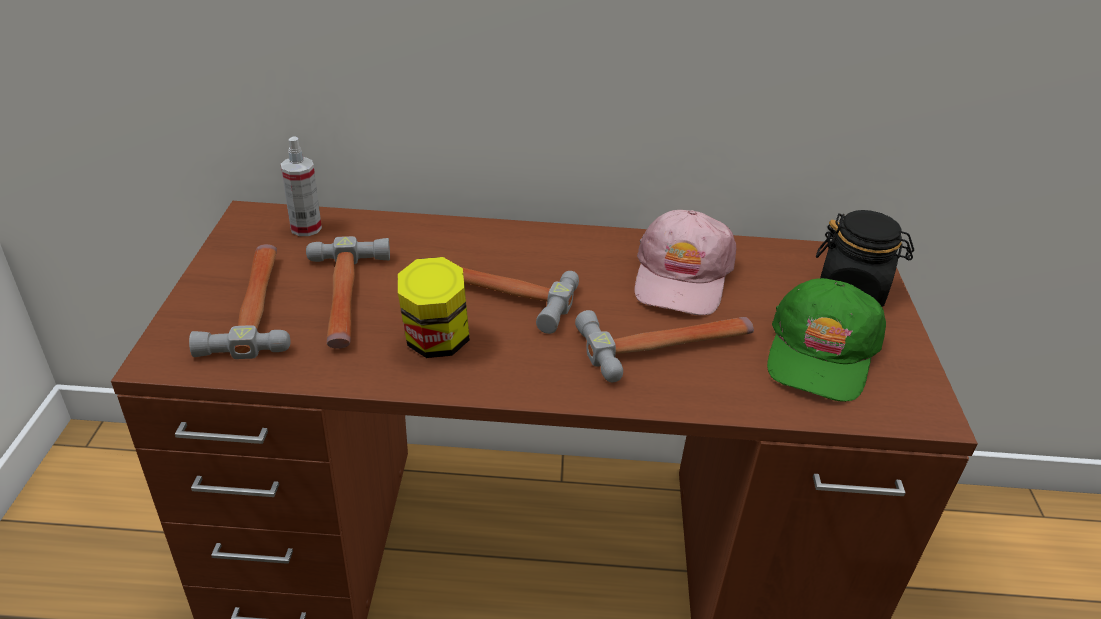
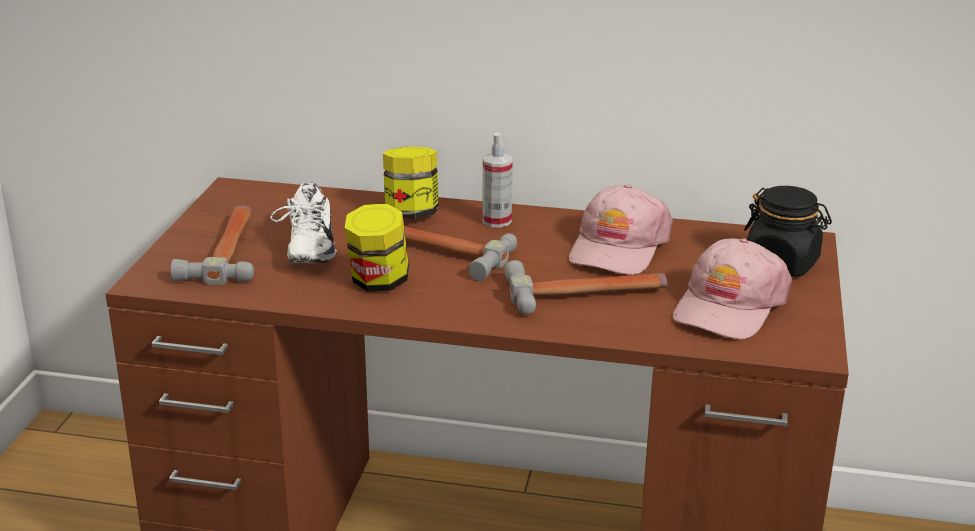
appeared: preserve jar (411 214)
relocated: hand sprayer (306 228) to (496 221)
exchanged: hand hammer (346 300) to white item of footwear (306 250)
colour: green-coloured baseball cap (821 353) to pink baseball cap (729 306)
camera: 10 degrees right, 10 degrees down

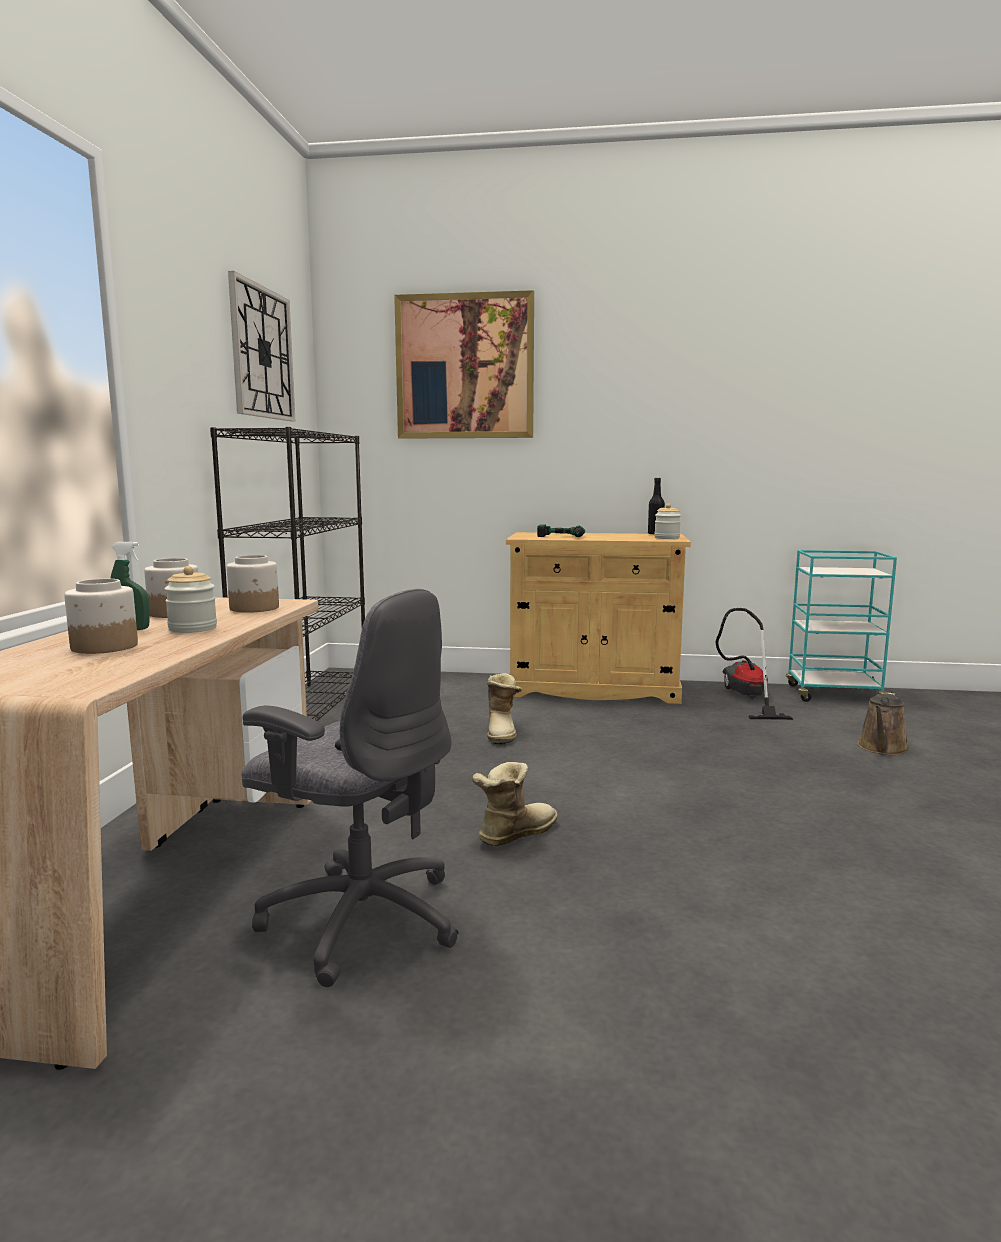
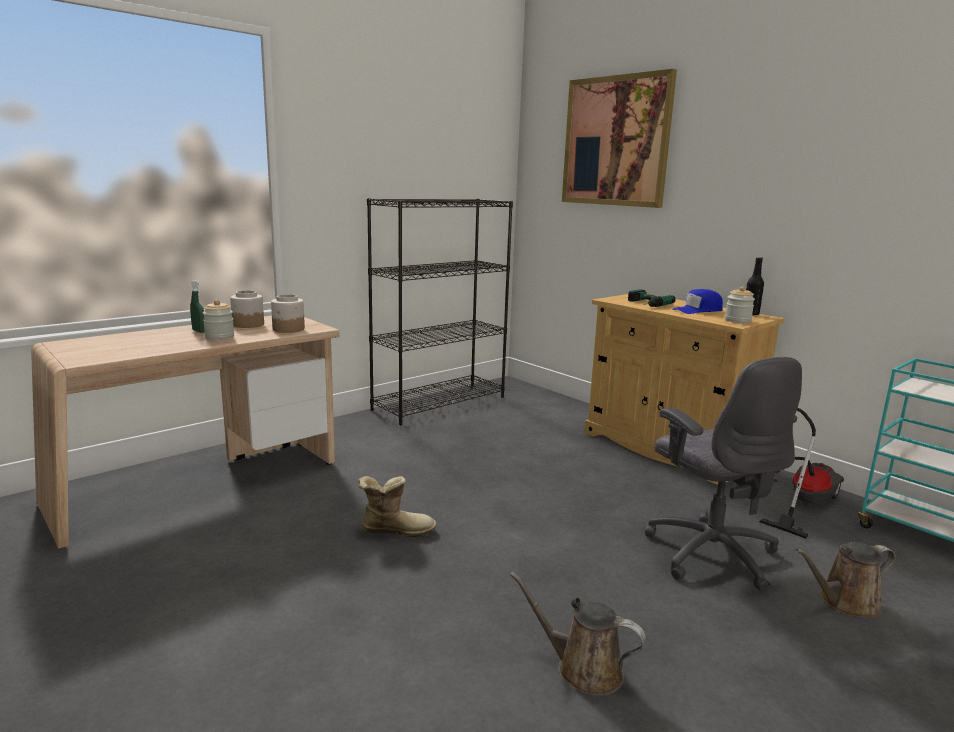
missing: preserve jar (103 647); wall clock (262 353); boot (503 732)
appeared: brown-coloured watering pot (582 669); bluish baseball cap (698 310)
relocated: grey computer chair (361 918) to (710 553)
camera: 40 degrees right, 5 degrees up

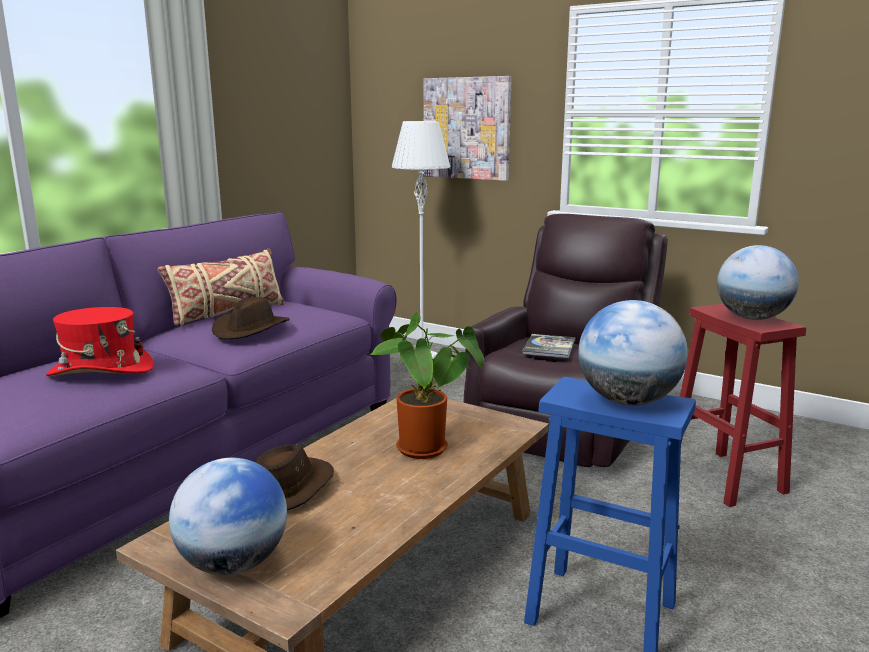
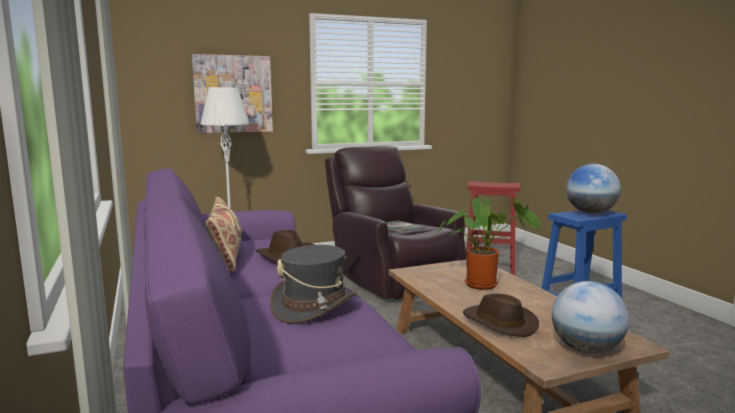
missing: world globe (752 318)
colour: reddish wearable hat (101 371) to grey wearable hat (314 306)
camera: 55 degrees left, 5 degrees down

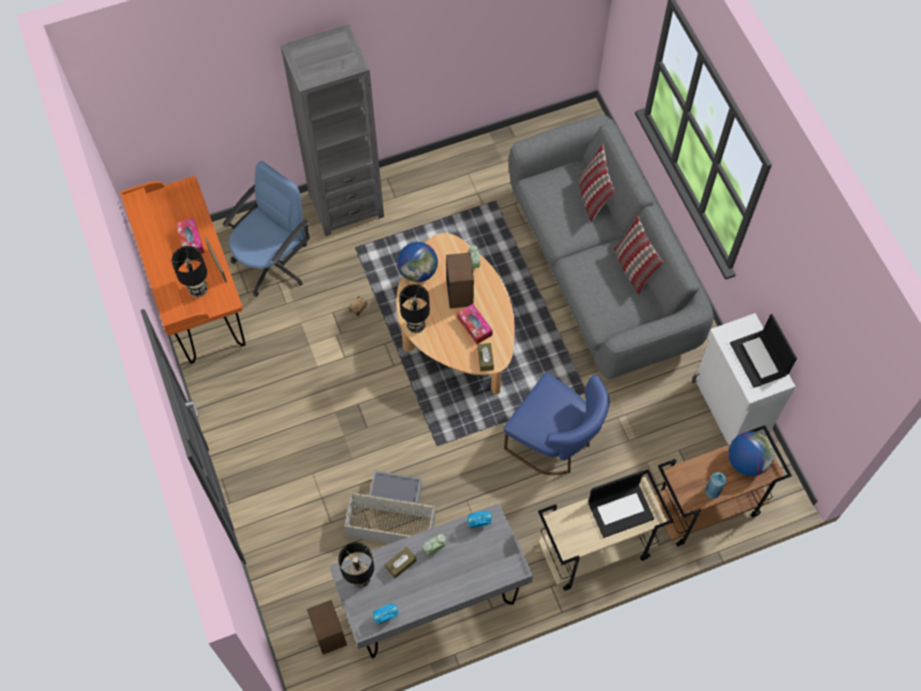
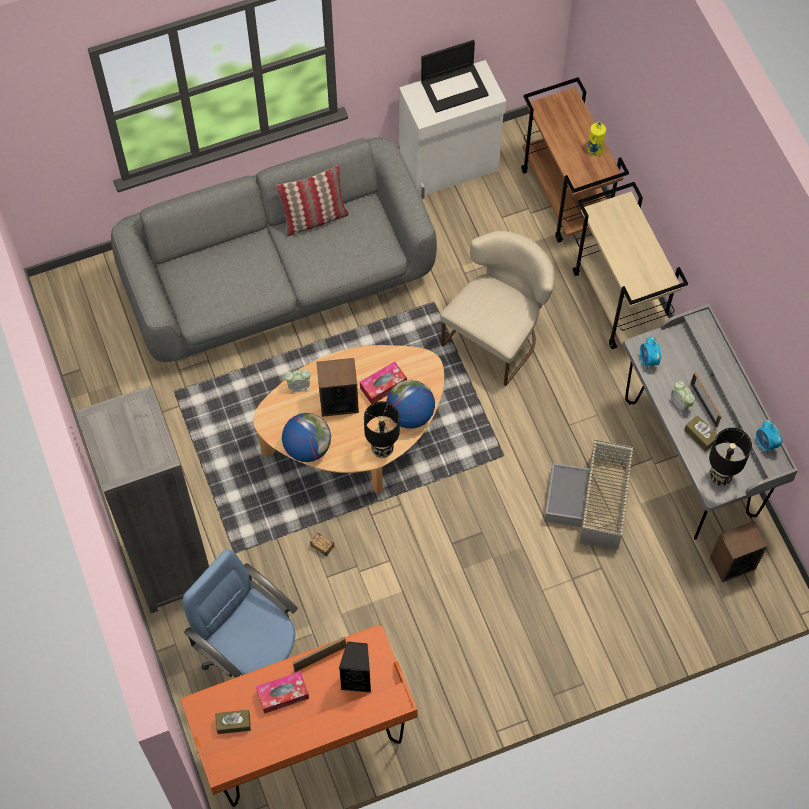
missing: throw pillow (592 197); laptop (621 509)
appeared: photo frame (703 405)
relocated: brown-coloured tissue box (485 359) to (233 723); world globe (746 461) to (410 414)
exchanged: blackish table lamp (198 290) to blackish audio speaker (357 678)
colour: bluish chair (554 443) to sand-coloured chair (497 335); bluish bottle (712 491) to yellowish bottle (595 150)
camera: 90 degrees left, 0 degrees up

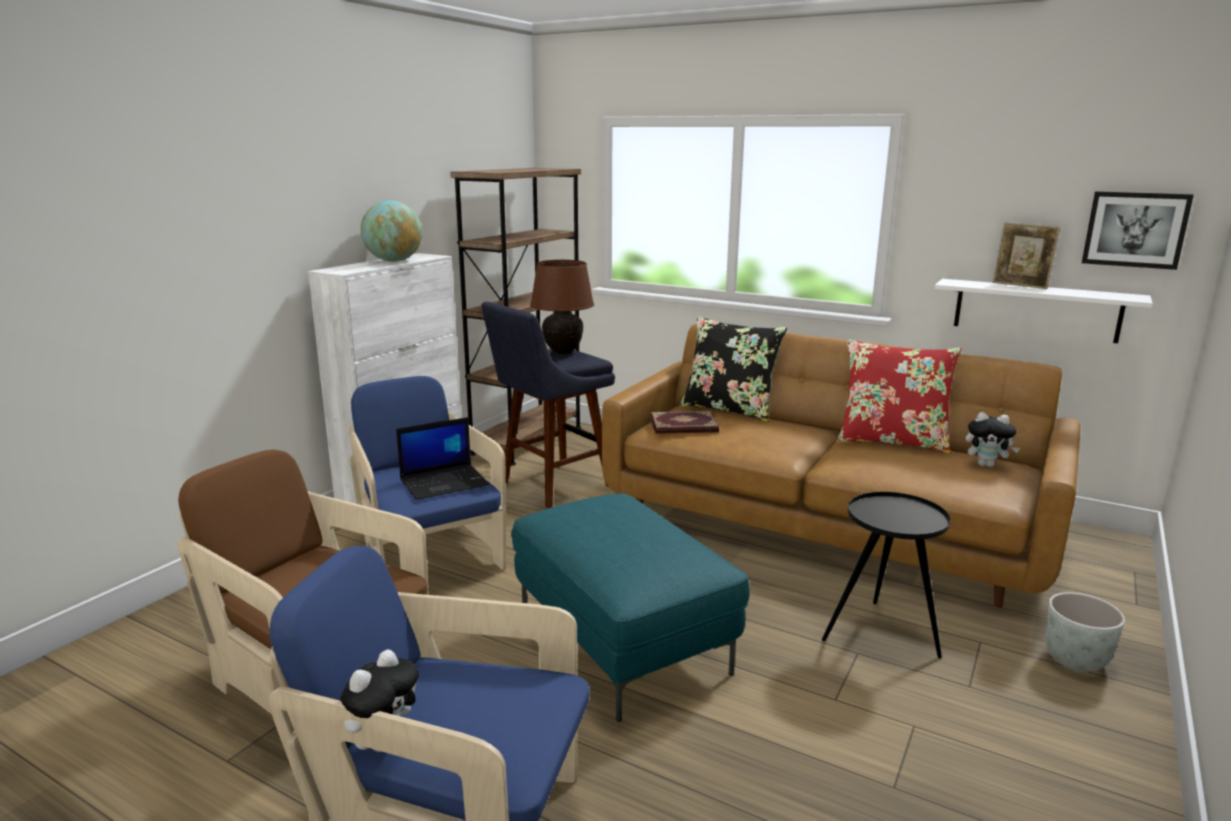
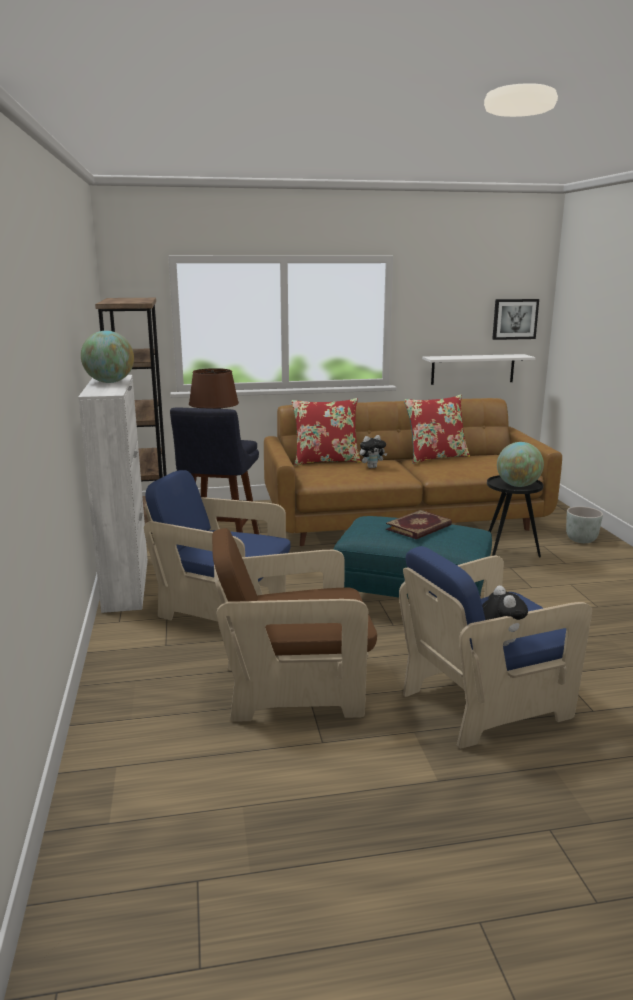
missing: laptop (445 482); photo frame (1020 286)
appeared: world globe (517 485)
relocated: bound book (684 426) to (419 528); plush toy (987 465) to (372 467)
colour: blackish throw pillow (729 409) to reddish throw pillow (326 461)
camera: 40 degrees left, 0 degrees up

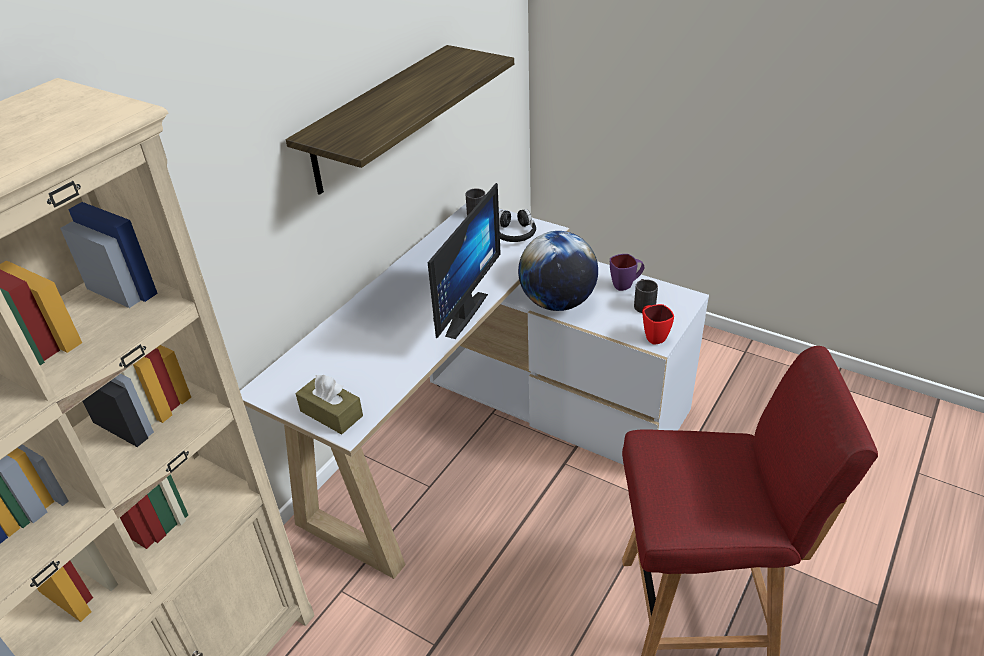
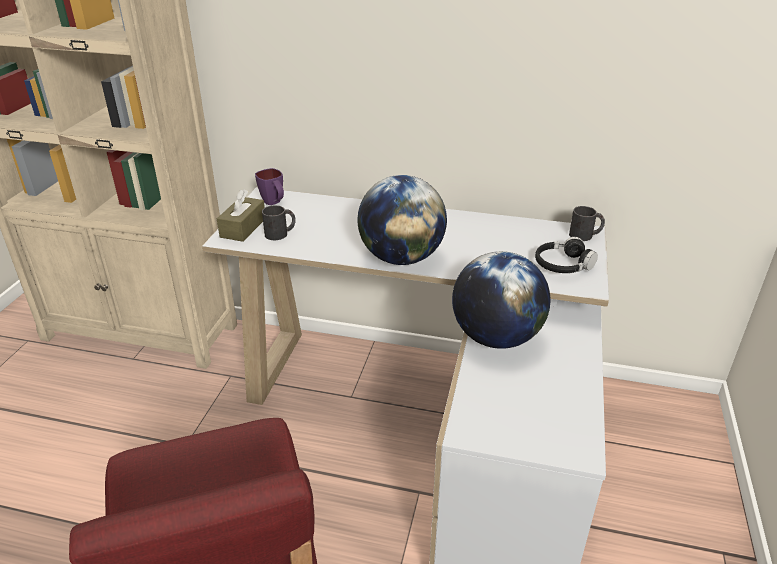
missing: shelf (378 119); reddish coffee mug (652 336)
relocated: purplish coffee mug (626 285) to (274 203); blackish coffee mug (643 303) to (280 233)
exchanged: computer screen (458 312) to world globe (401 258)
camera: 70 degrees right, 5 degrees down

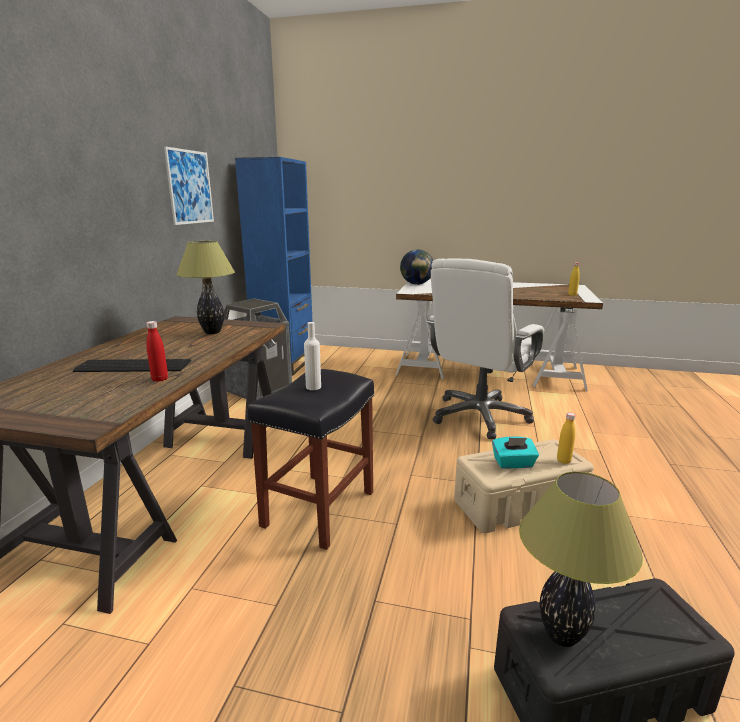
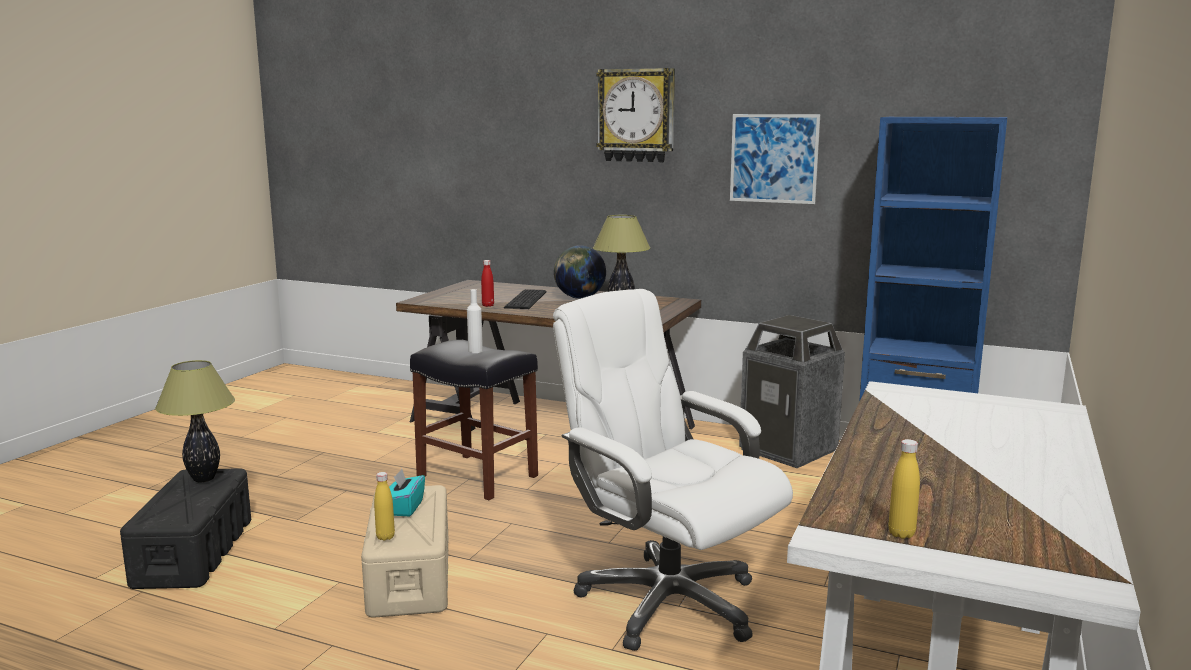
appeared: wall clock (636 115)
relocated: world globe (416 284) to (579 298)
camera: 100 degrees right, 5 degrees down

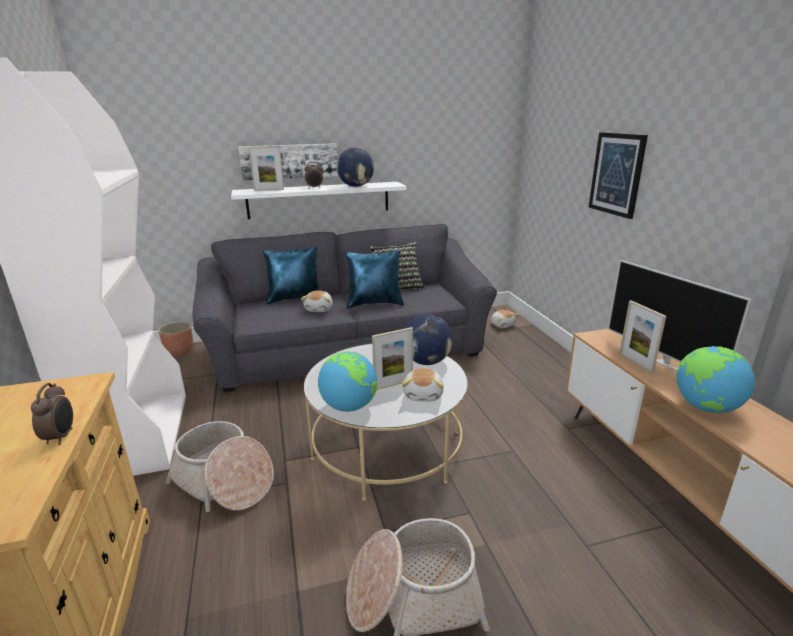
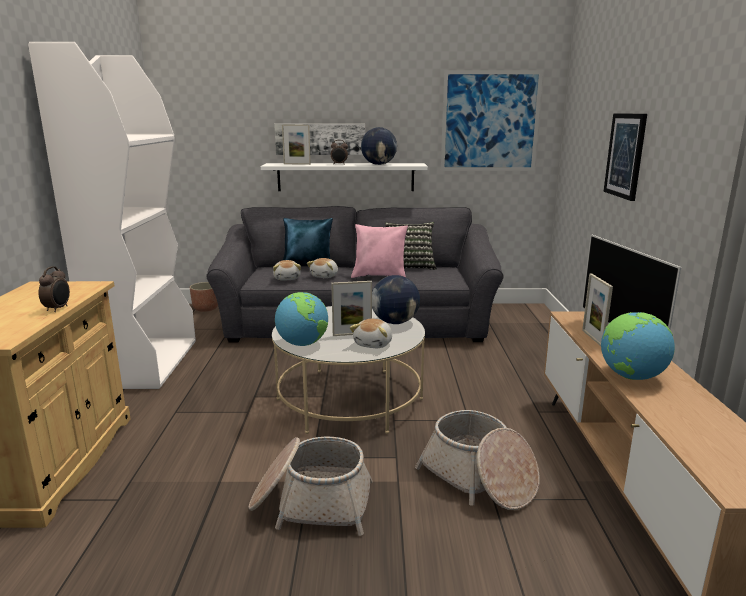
appeared: wall art (490 121)
relocated: basket (224 482) to (479 478); plush toy (502 325) to (287 278)
colour: bluish throw pillow (375 303) to pink throw pillow (380 276)
camera: 15 degrees right, 5 degrees down

